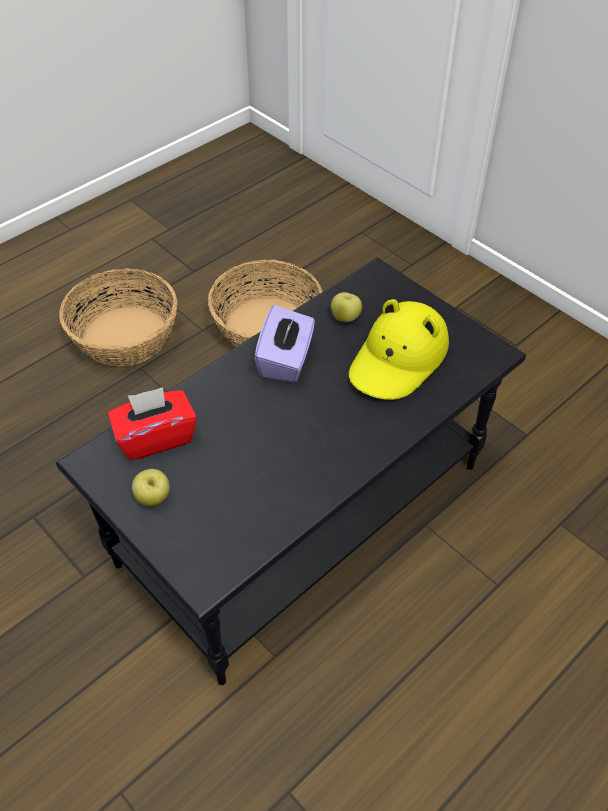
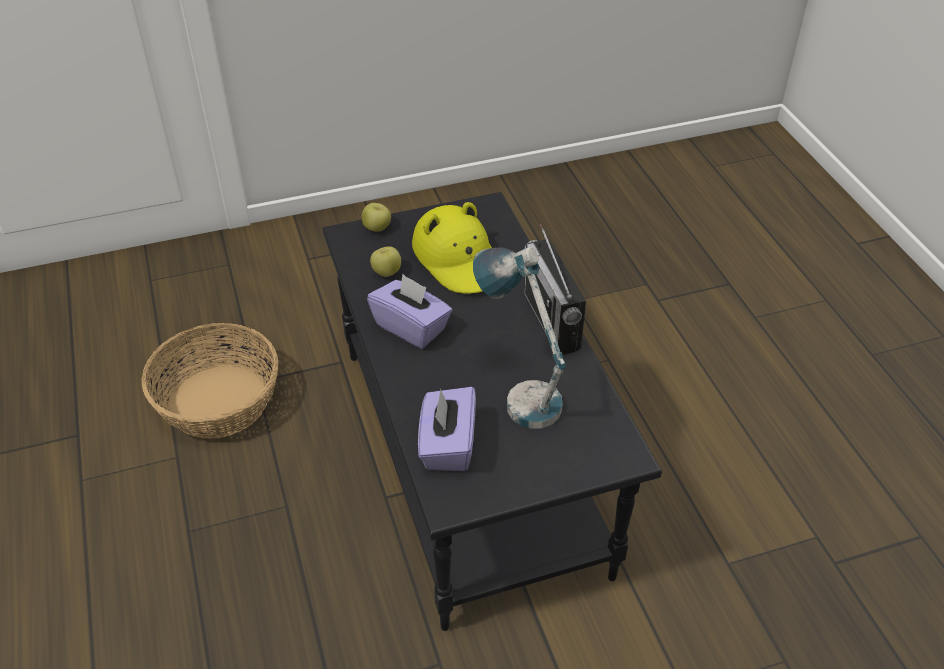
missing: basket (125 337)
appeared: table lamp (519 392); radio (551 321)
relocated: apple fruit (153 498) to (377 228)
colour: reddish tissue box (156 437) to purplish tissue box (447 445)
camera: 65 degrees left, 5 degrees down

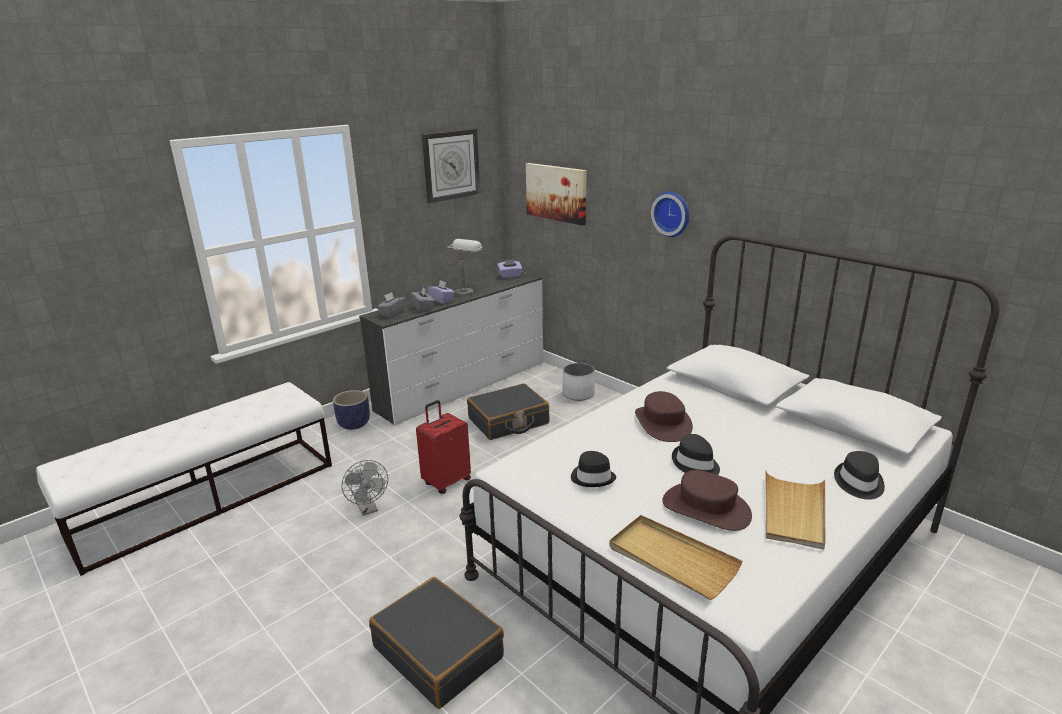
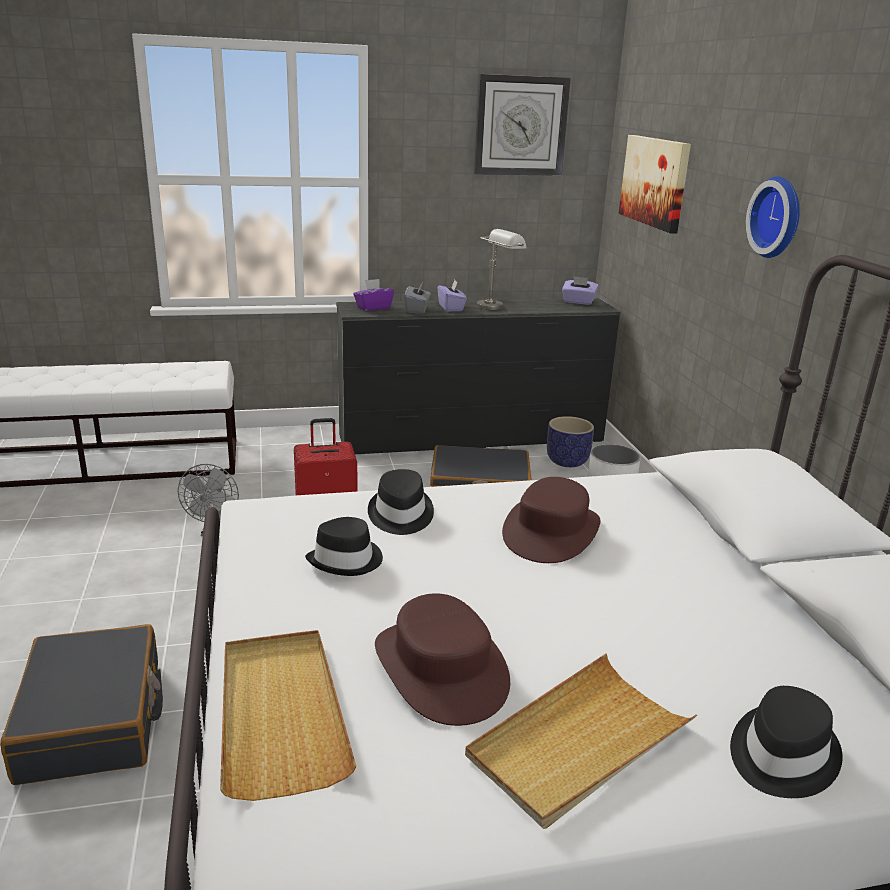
relocated: planter (354 424) to (567 461); blackish wearable hat (695 464) to (400 514)
colour: white dresser (464 386) to blackish dresser (472 439); grey tissue box (392 313) to purplish tissue box (373 307)
camera: 30 degrees right, 0 degrees up

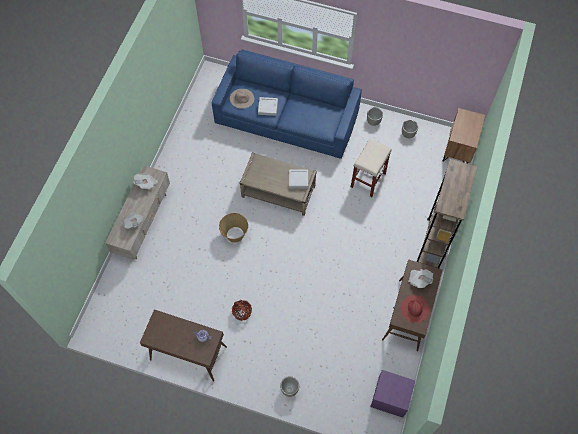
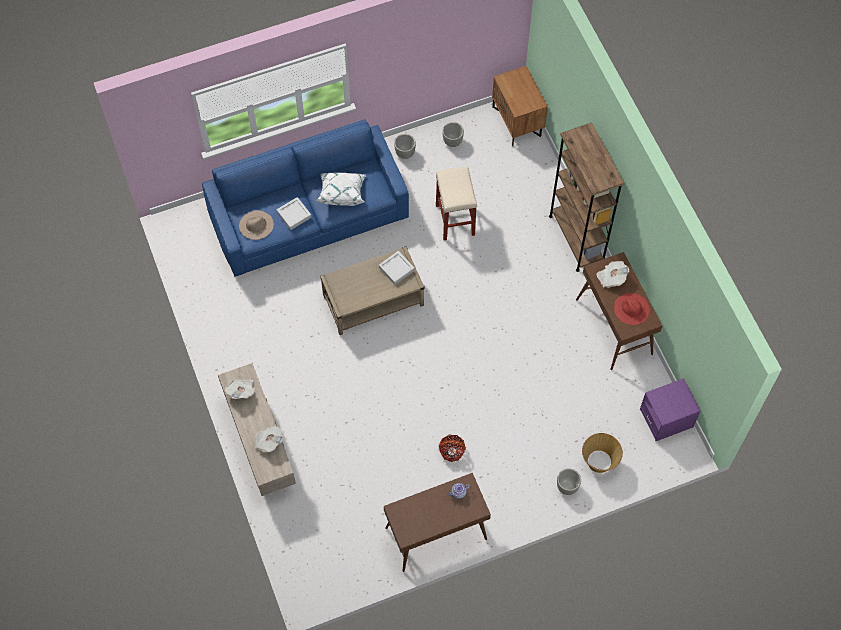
appeared: white throw pillow (342 193)
relocated: basket (234 234) to (599 462)
camera: 40 degrees left, 0 degrees up

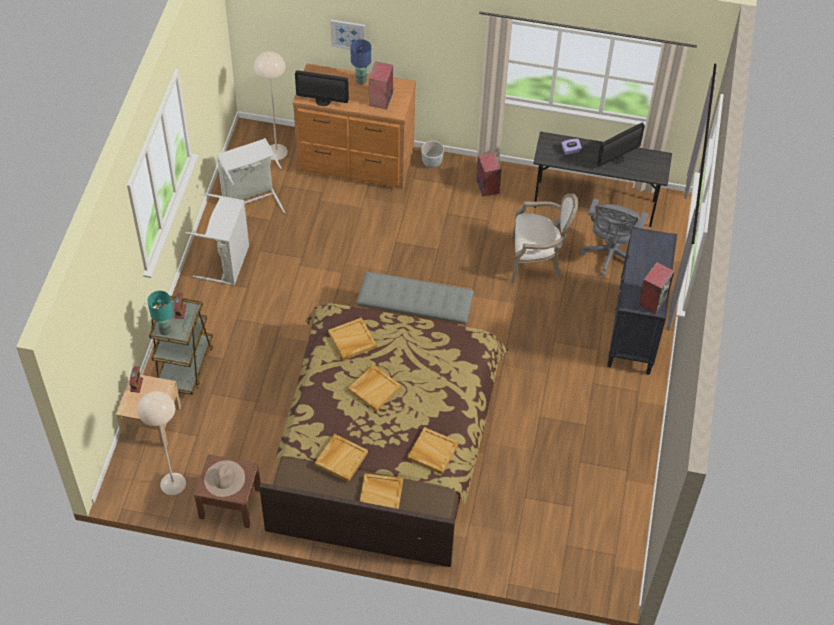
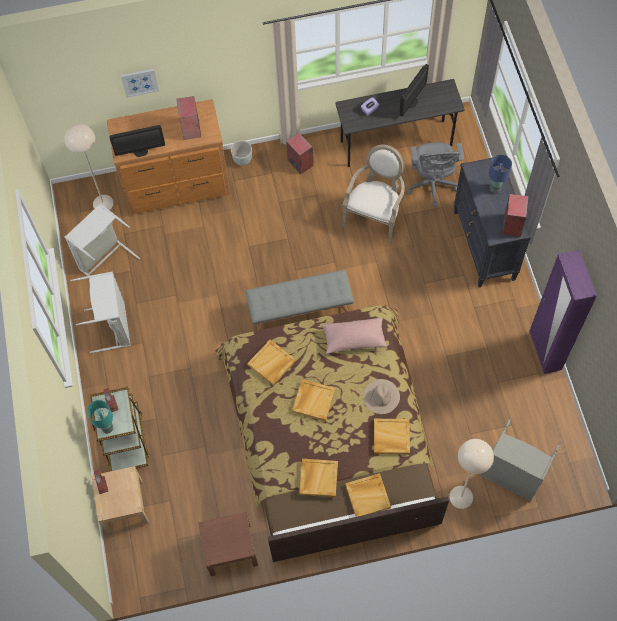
appeared: pink throw pillow (354 339); grey hamper (512 476); purplish clothes cupboard (544 351)
relocated: sand-coloured floor lamp (173 483) to (461 496); sand-coloured wearable hat (224 478) to (381 396); bluish table lamp (361 80) to (495 188)
spun: lounge chair (537 261) = (375 215) 45 degrees counterclockwise
camera: 20 degrees left, 10 degrees up

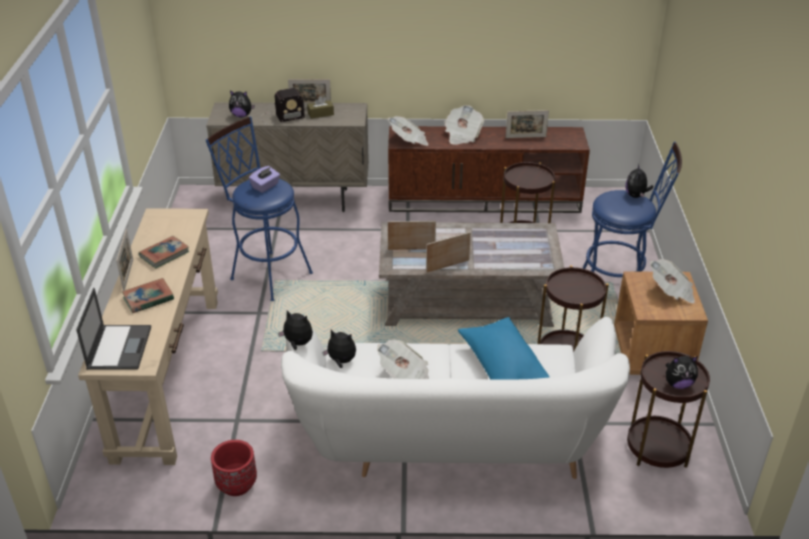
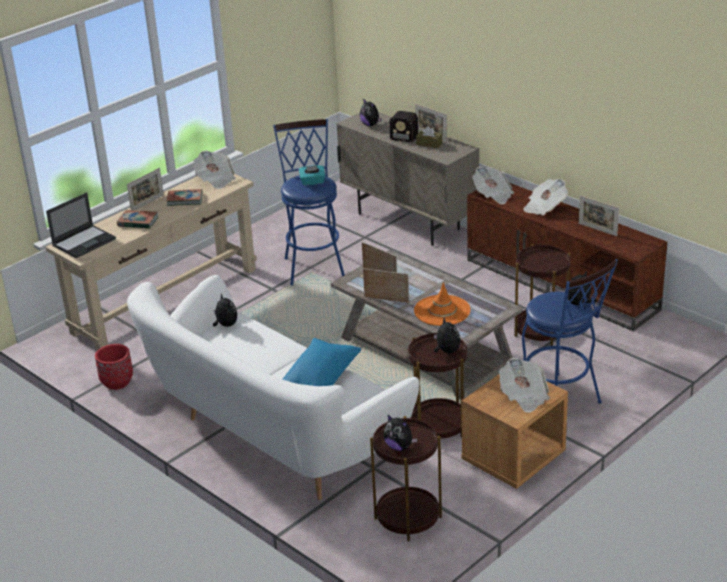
appeared: orangey wearable hat (442 311)
relocated: plush toy (297 343) to (446 351); newspaper (405 375) to (215 180)
colour: purplish tissue box (265 186) to turquoise-coloured tissue box (312 182)
camera: 45 degrees right, 5 degrees down

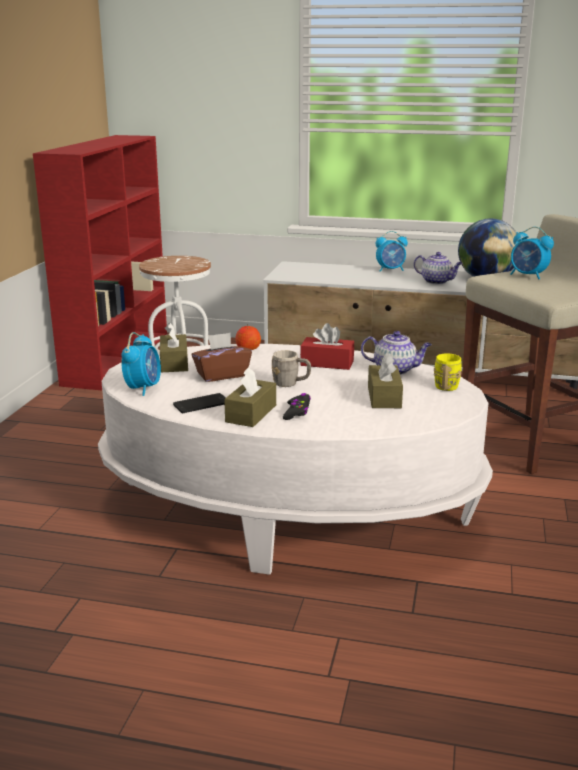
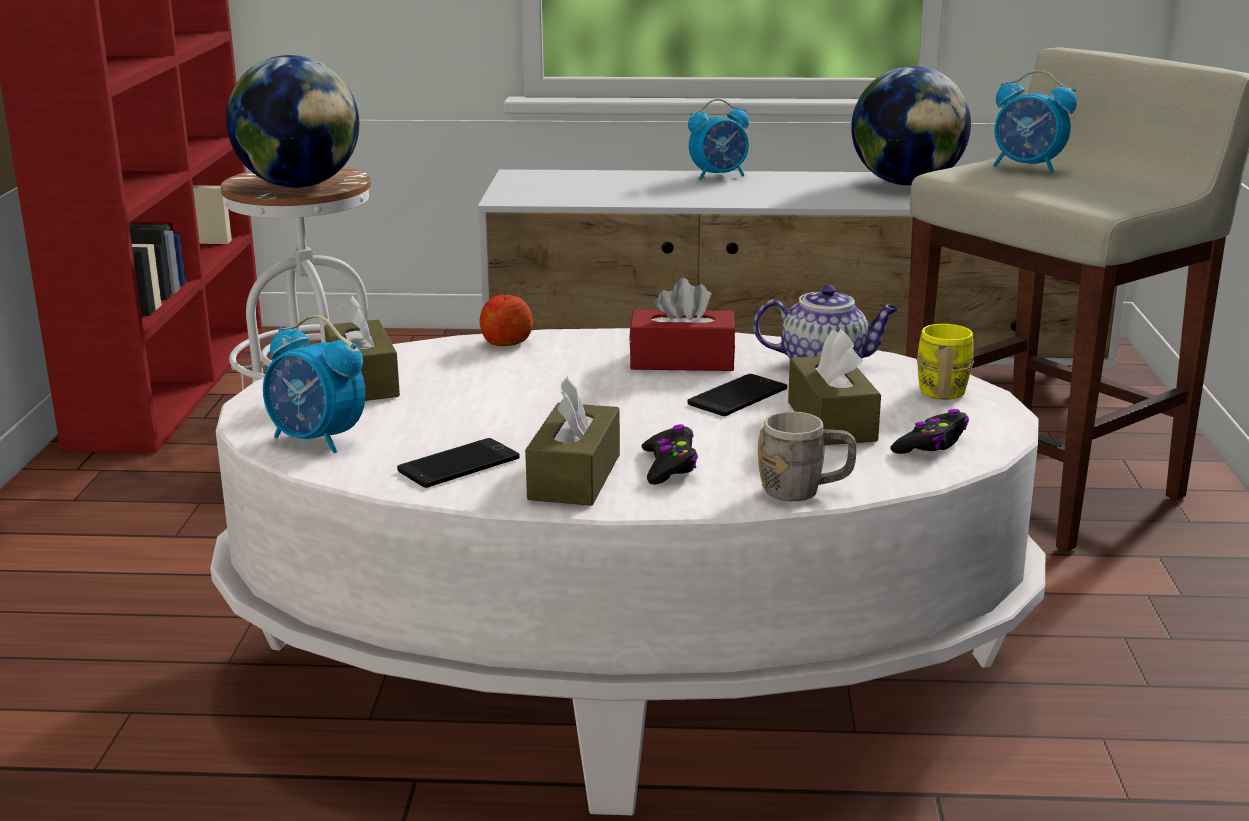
missing: brown-coloured tissue box (221 375); teapot (437 281)
appeared: world globe (299 185); phone (737 396); blackish joypad (931 444)
relocated: grey coffee mug (291 384) to (804 491)
spun: alarm clock (143 388) = (317 440) 120 degrees clockwise
camera: 10 degrees left, 0 degrees up

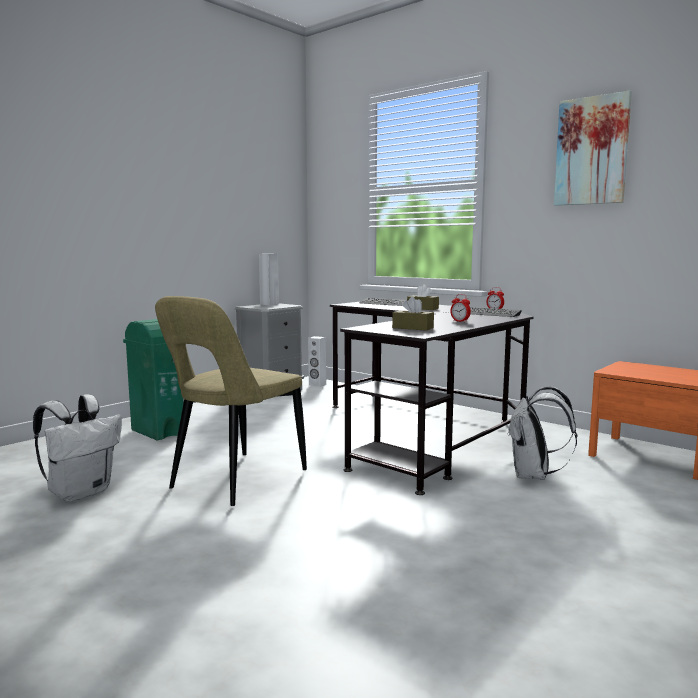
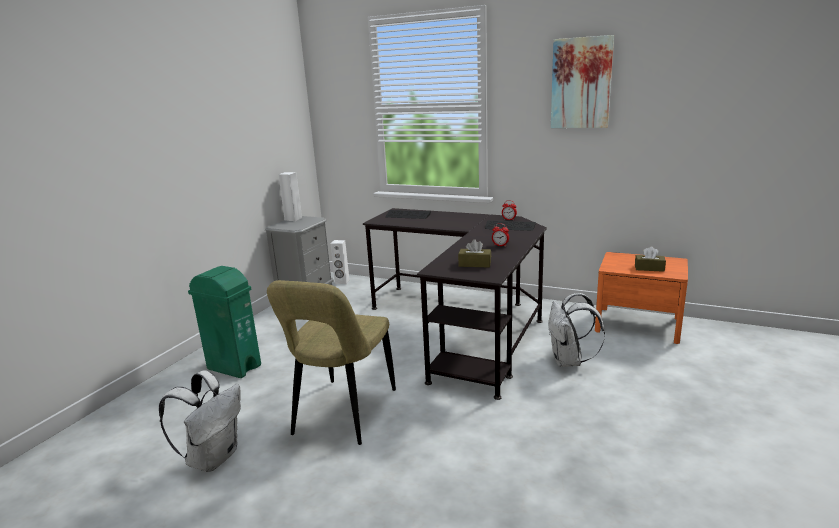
relocated: brown-coloured tissue box (422 308) to (649 268)
camera: 15 degrees left, 10 degrees up

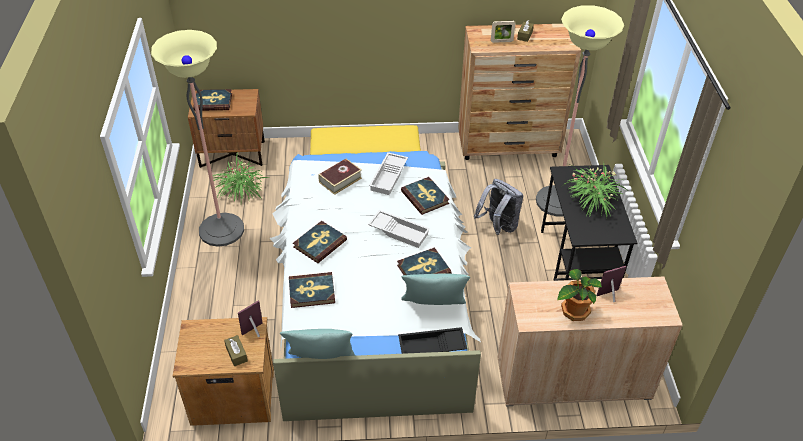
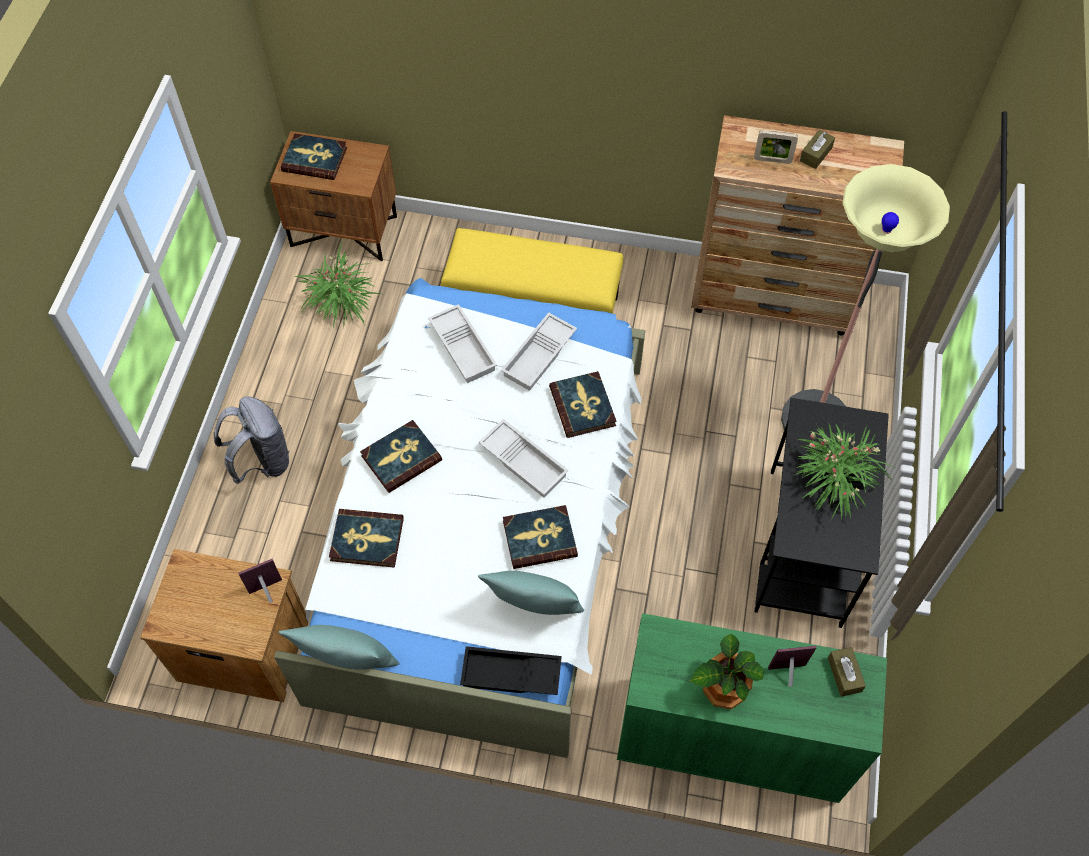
missing: floor lamp (221 230)
relocated: brown-coloured tissue box (236 354) to (844 674); grey knapsack (498 227) to (262 461)
exchanged: bound book (340 180) to white tray (464 347)
colour: sand-coloured storage cabinet (573 378) to green-coloured storage cabinet (731 738)
camera: 15 degrees right, 15 degrees up

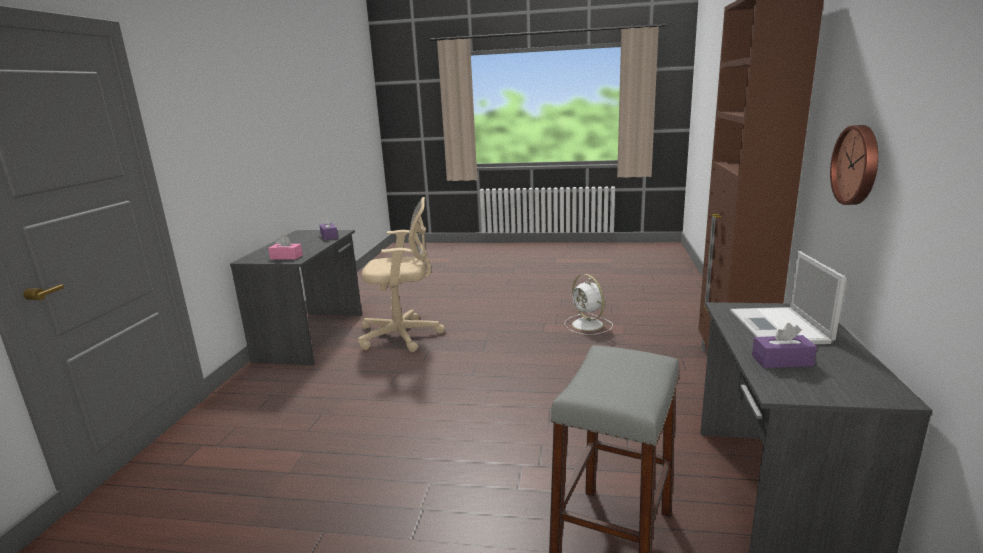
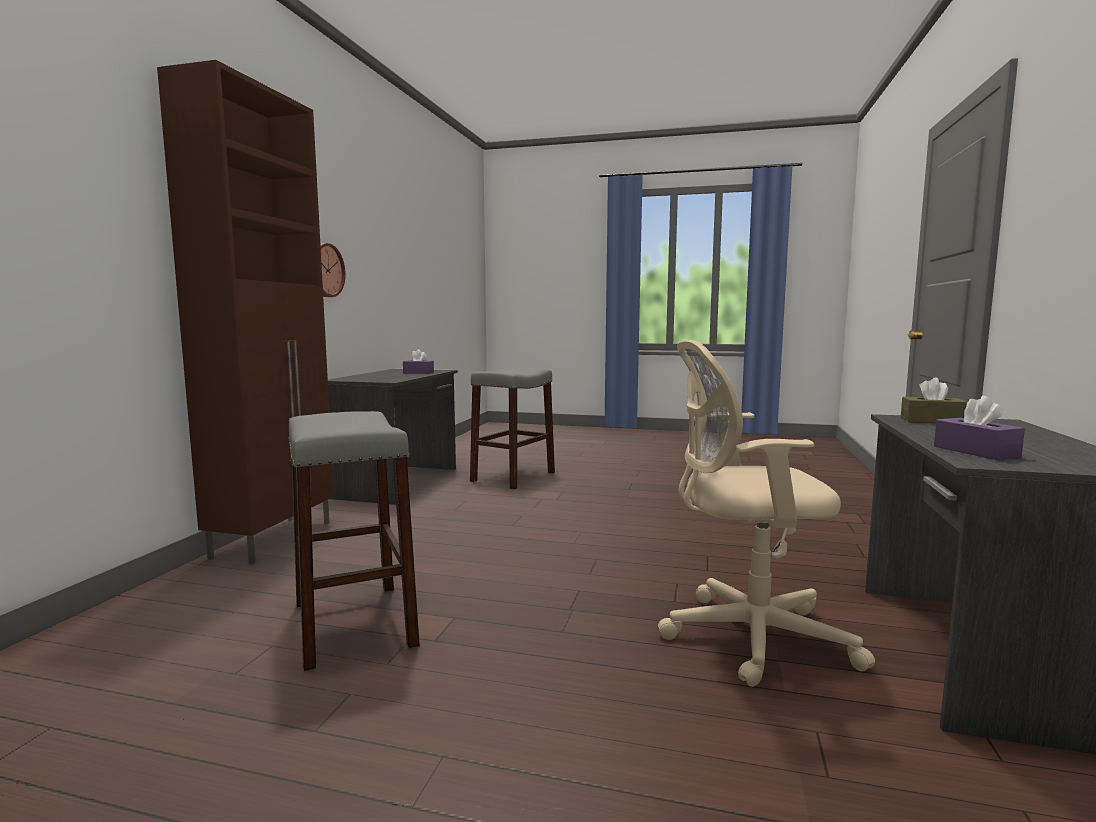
missing: laptop (780 327)
exchanged: white fan (588 325) to grey stool seat (354 624)
colour: pink tissue box (286 257) to brown-coloured tissue box (932 421)
camera: 175 degrees left, 10 degrees down

